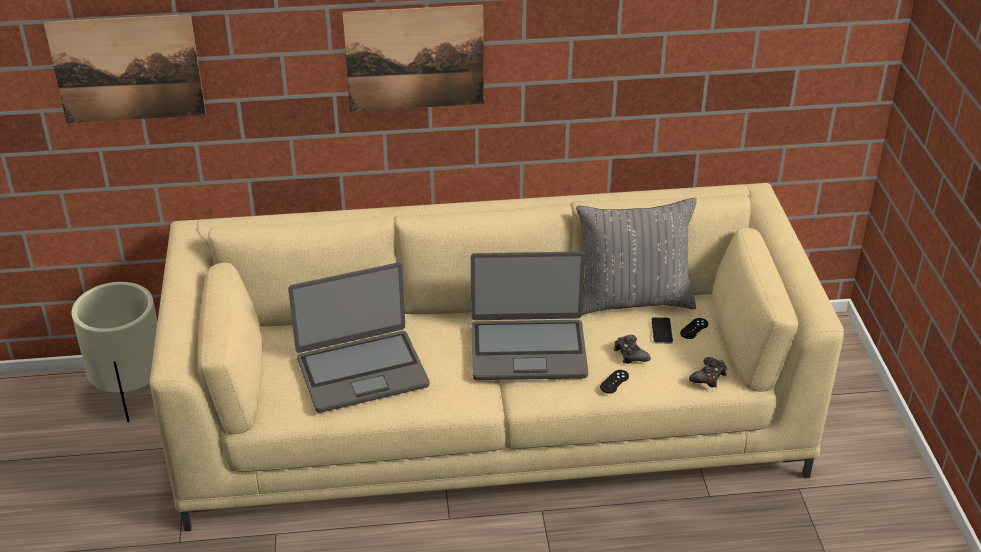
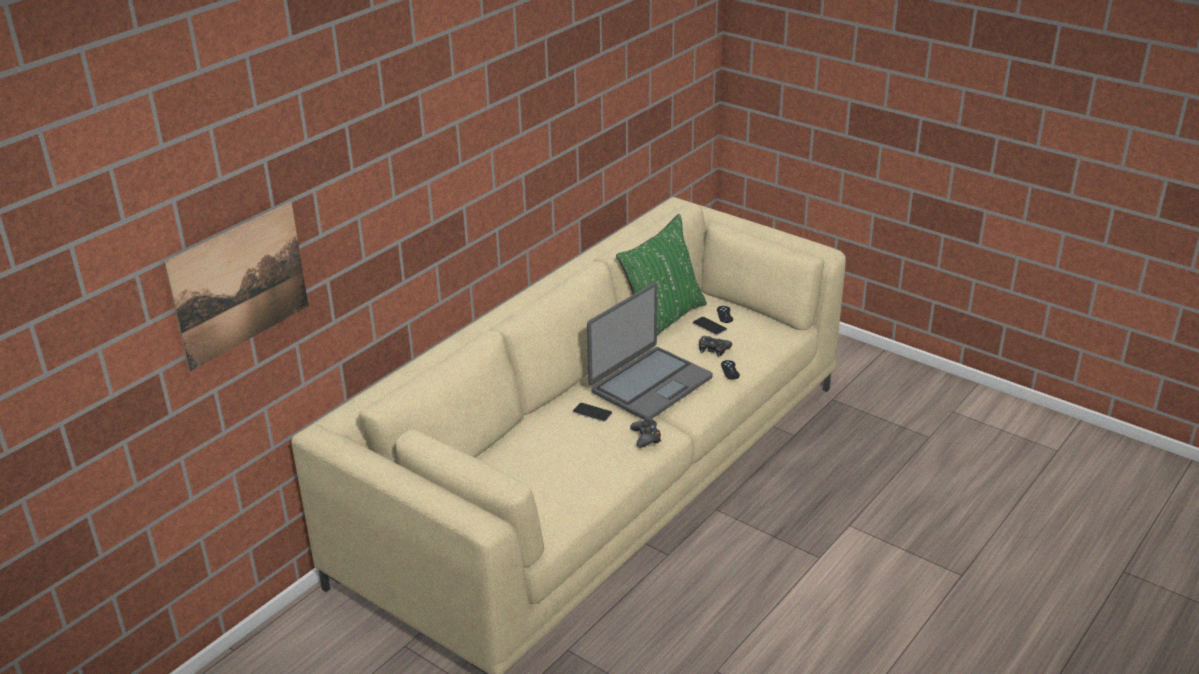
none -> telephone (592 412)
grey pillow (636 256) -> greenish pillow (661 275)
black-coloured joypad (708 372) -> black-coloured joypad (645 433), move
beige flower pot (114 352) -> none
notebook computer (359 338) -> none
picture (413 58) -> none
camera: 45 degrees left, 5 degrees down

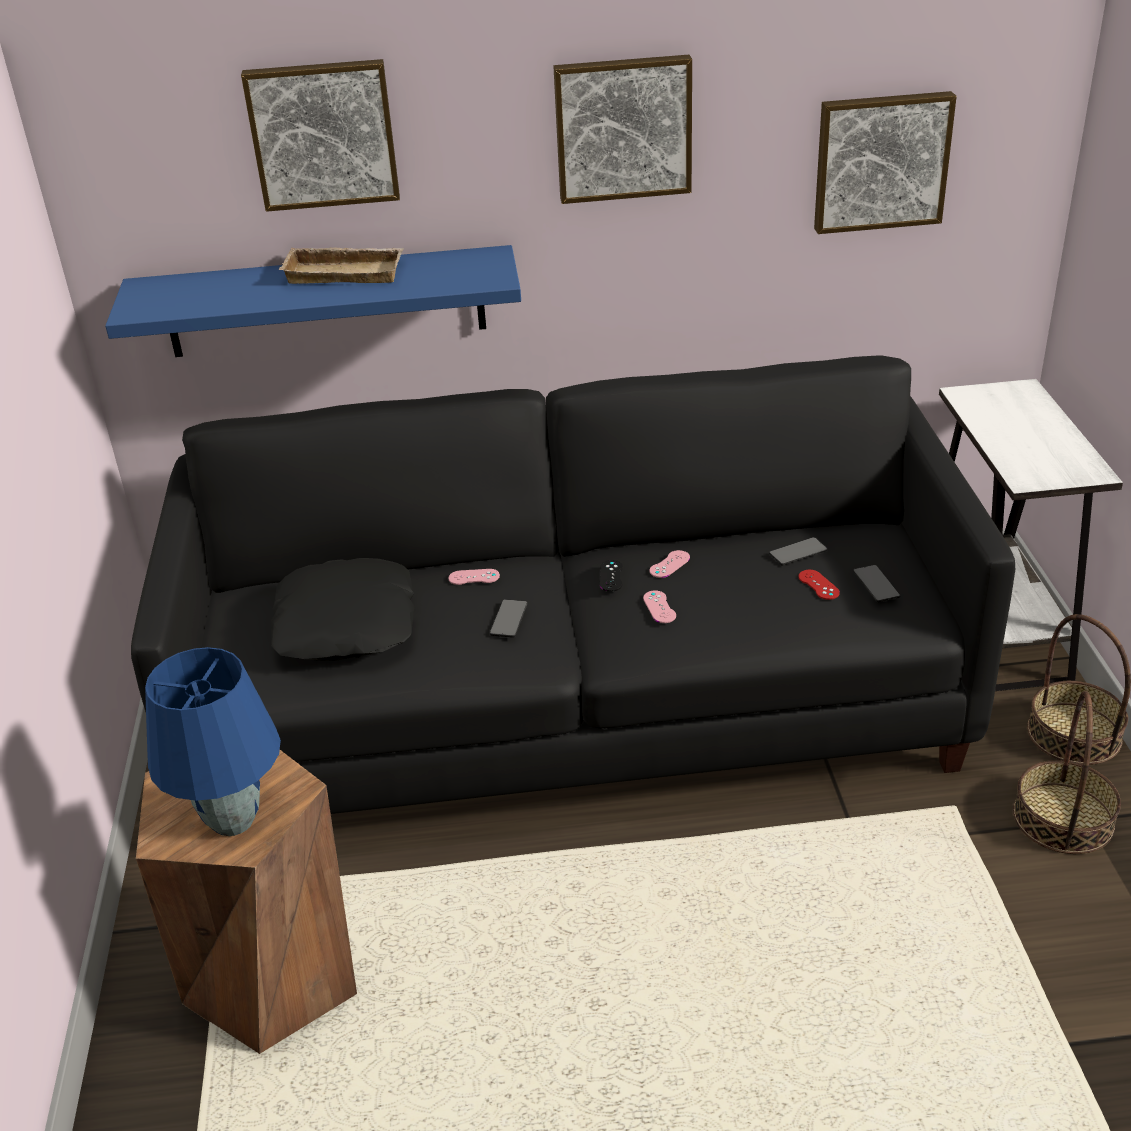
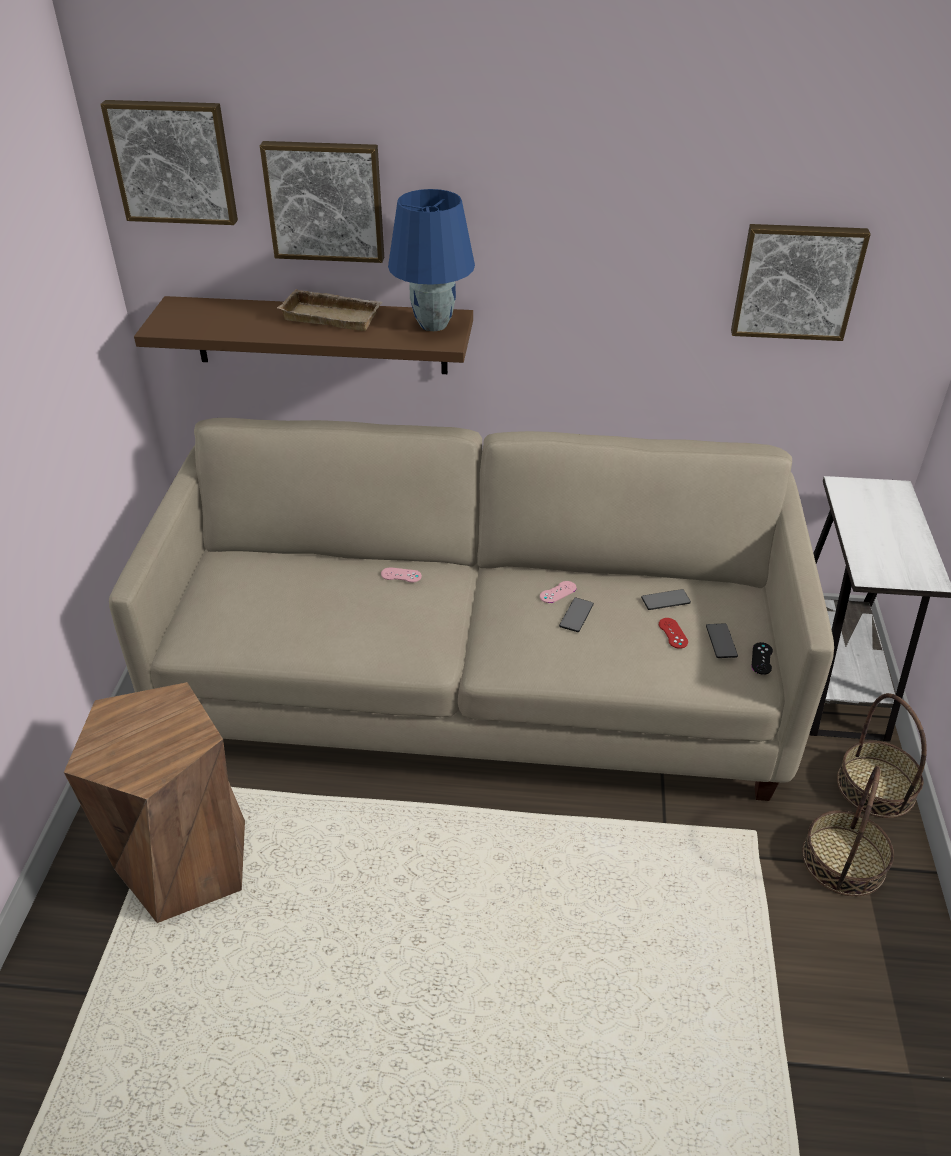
picture (622 129) -> picture (169 162), move
black-coloured settee (573 584) -> beige settee (471 609)
bluish bracket shelf (313 301) -> brownish bracket shelf (303 335)
bluish lamp for a table (213 741) -> bluish lamp for a table (431 260), move
telephone (509 618) -> telephone (576 615), move
black-coloured joypad (611 576) -> black-coloured joypad (762 658), move
black-coloured pillow (343 609) -> none
pinkish joypad (659 607) -> none
camera: 10 degrees right, 5 degrees up

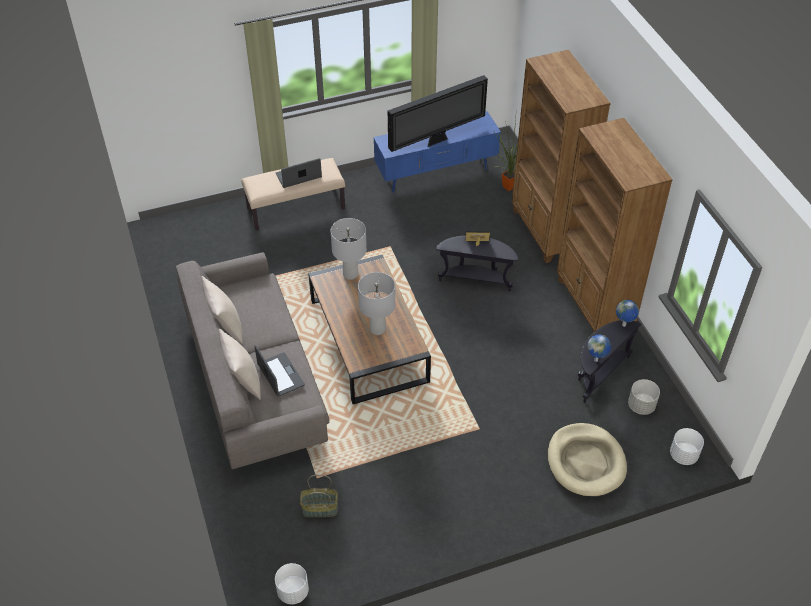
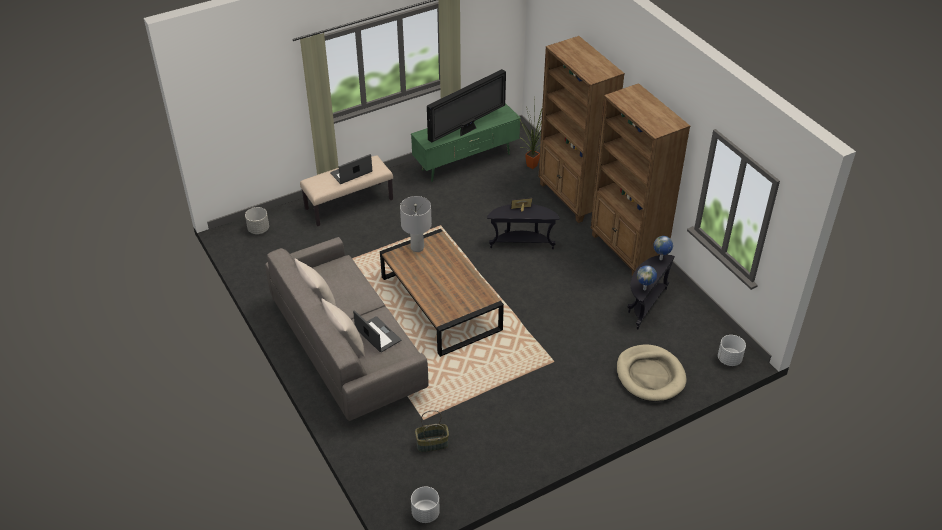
grey flower pot (644 397) -> grey flower pot (257 220), move
bluish media console (437 152) -> greenish media console (466 142)
grey lamp for a table (376 303) -> none
camera: 10 degrees left, 5 degrees down

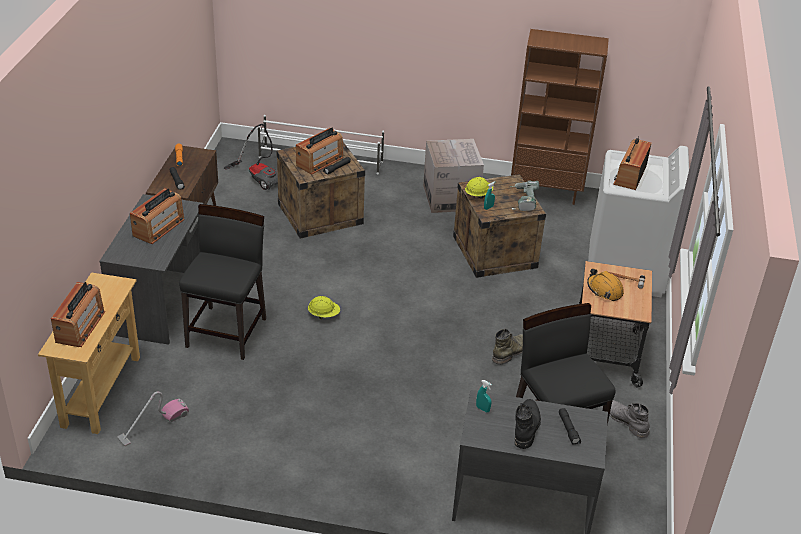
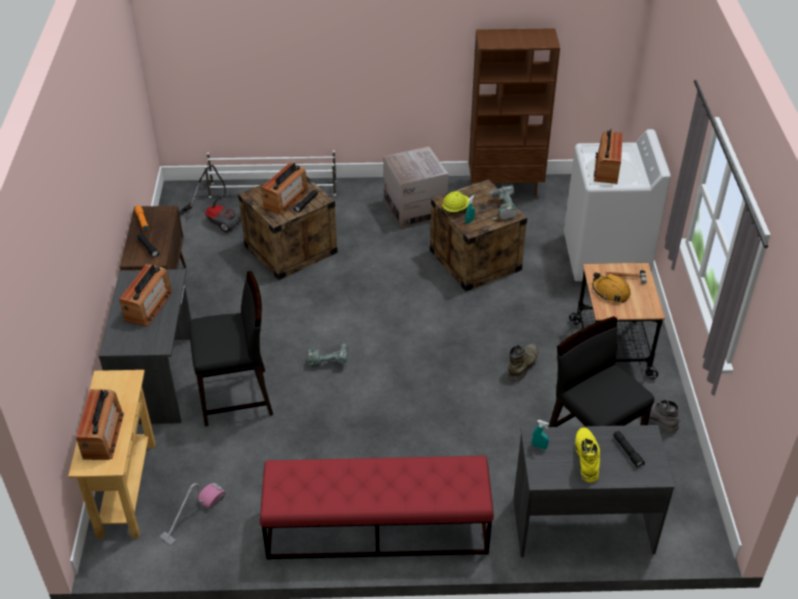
black-coloured chair (222 282) -> black-coloured chair (231 348), 75 degrees clockwise
none -> red-coloured long seat (377 508)
yellow safety helmet (324 307) -> power drill (328 355)
black-coloured boot (528 424) -> yellow boot (587 455)
camera: 10 degrees left, 5 degrees up

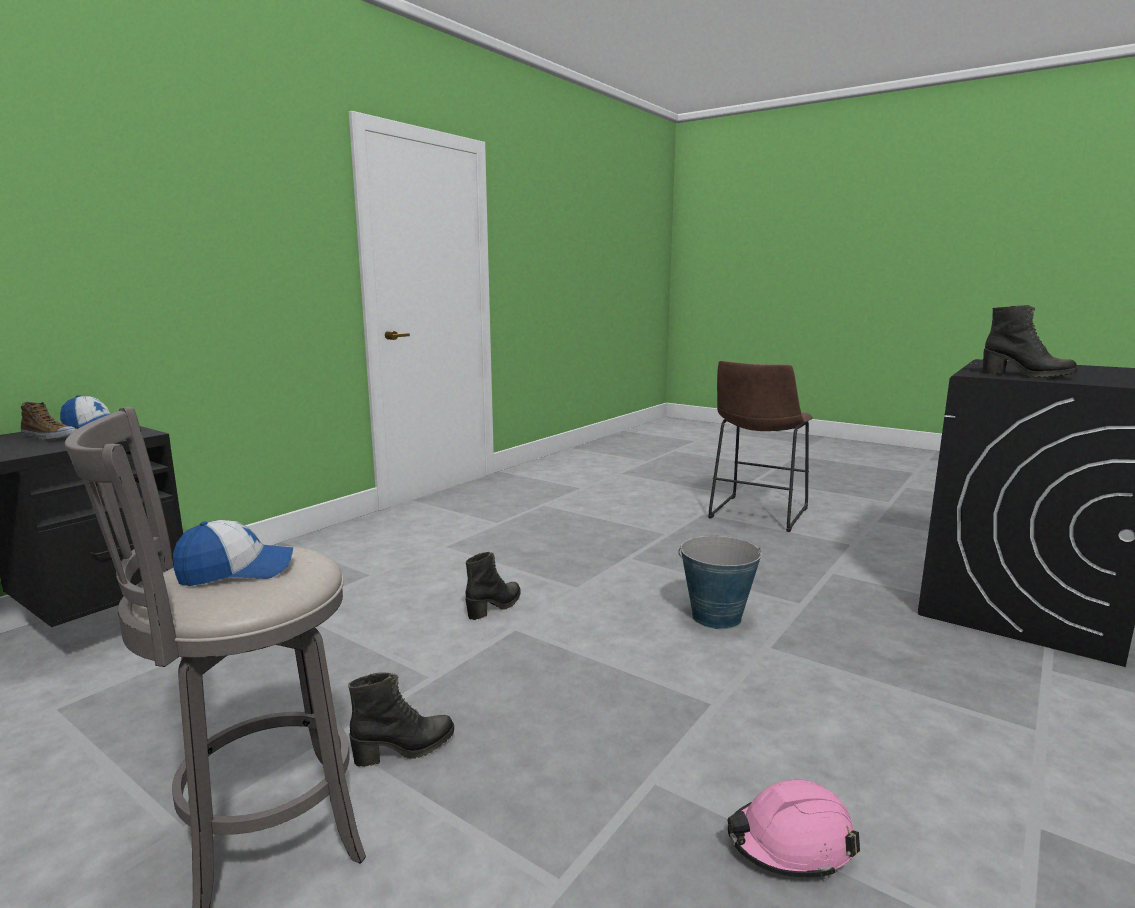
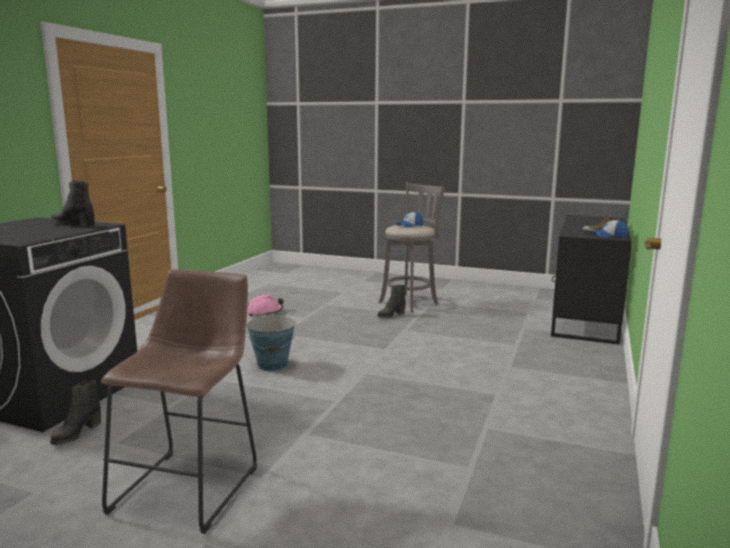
black-coloured boot (493 586) -> black-coloured boot (75 412), move
camera: 165 degrees right, 0 degrees up

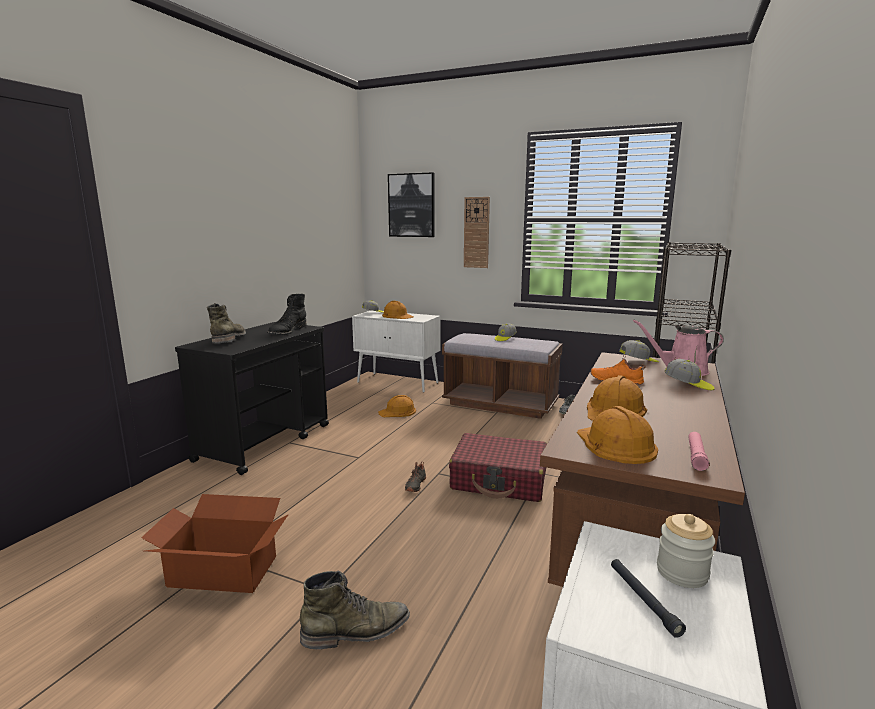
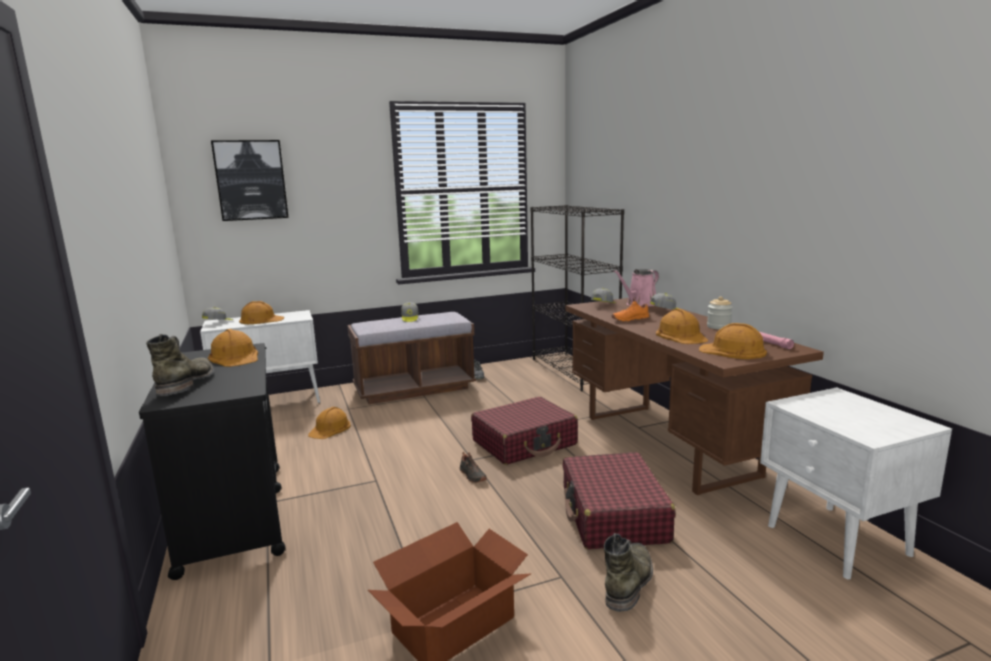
greenish boot (226 323) -> greenish boot (180 365), 45 degrees clockwise
black-coloured boot (287 314) -> orangey safety helmet (233 348)
none -> red-coloured travel case (619 500)
jar (686 551) -> jar (720 313), move
clock on the wall (477 232) -> none
black-coloured torch (648 598) -> none
camera: 45 degrees left, 0 degrees up

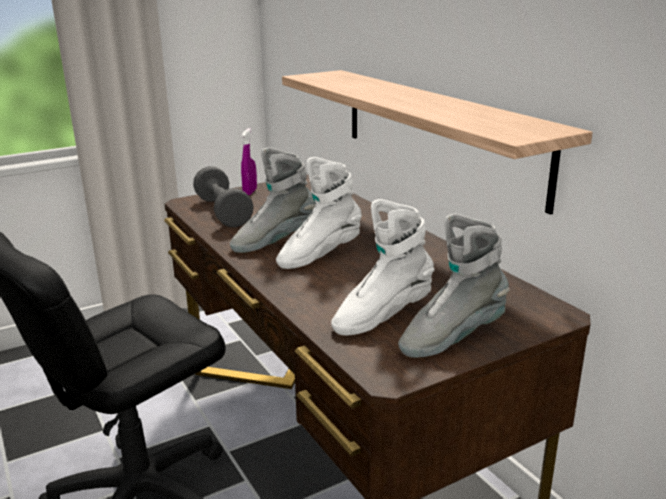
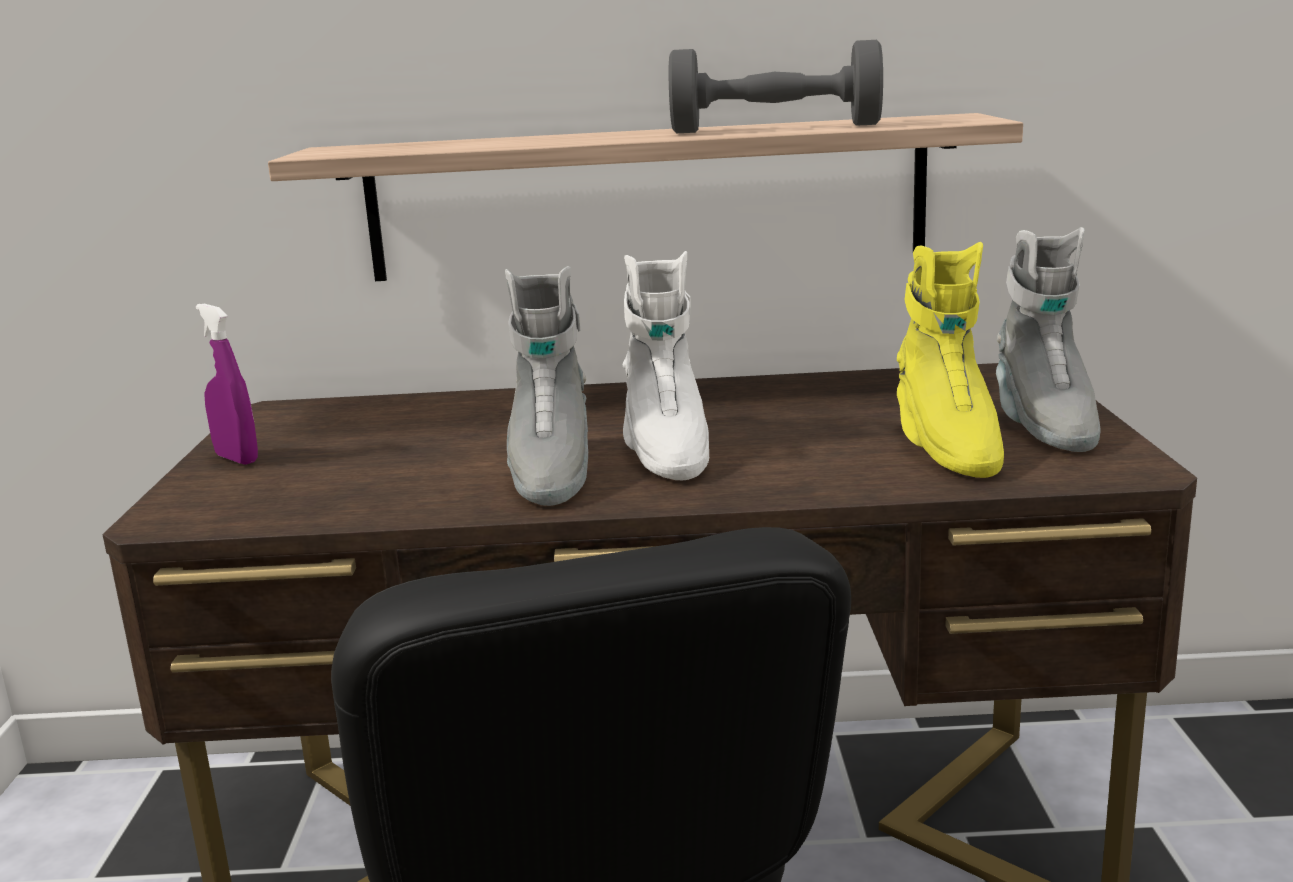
grey hand weight (223 196) -> grey hand weight (776 86), move
white boot (383 267) -> yellow boot (950 360)
camera: 60 degrees left, 5 degrees down

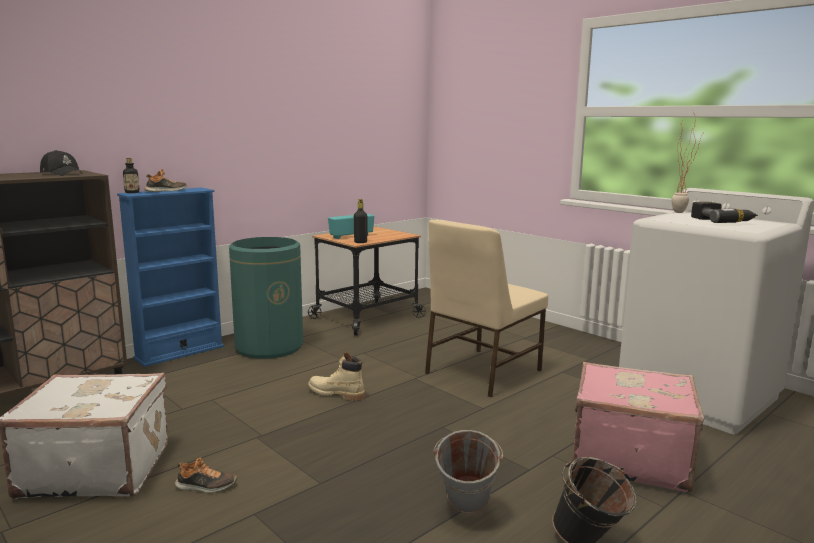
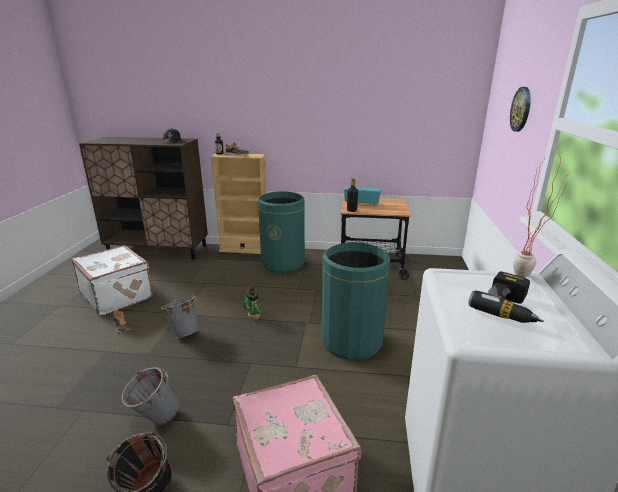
none -> grey pail (179 316)
bluish bookshelf (170 277) -> beige bookshelf (238 203)
beige boot (336 376) -> greenish boot (251 303)
beige chair (486 308) -> greenish rubbish bin (356 301)
none -> clock on the wall (520 109)
camera: 50 degrees right, 10 degrees up

